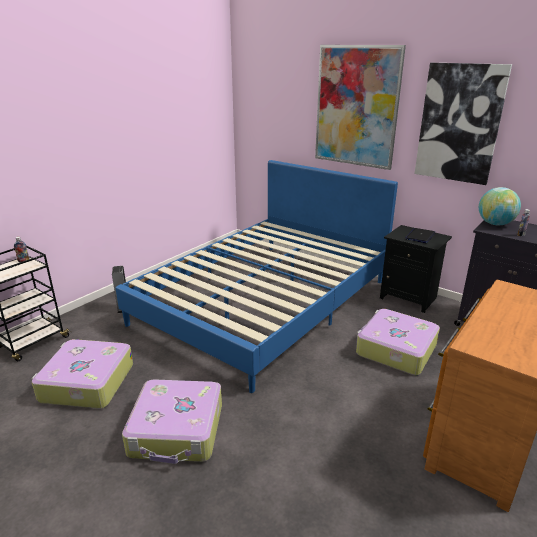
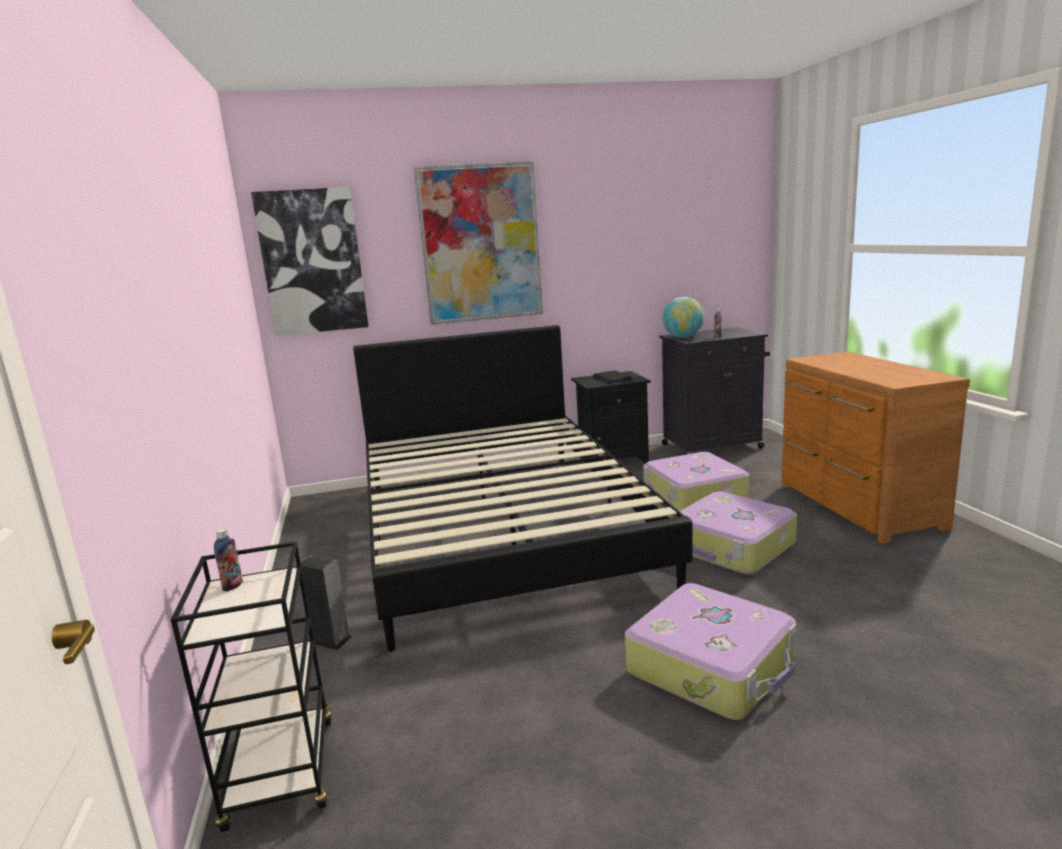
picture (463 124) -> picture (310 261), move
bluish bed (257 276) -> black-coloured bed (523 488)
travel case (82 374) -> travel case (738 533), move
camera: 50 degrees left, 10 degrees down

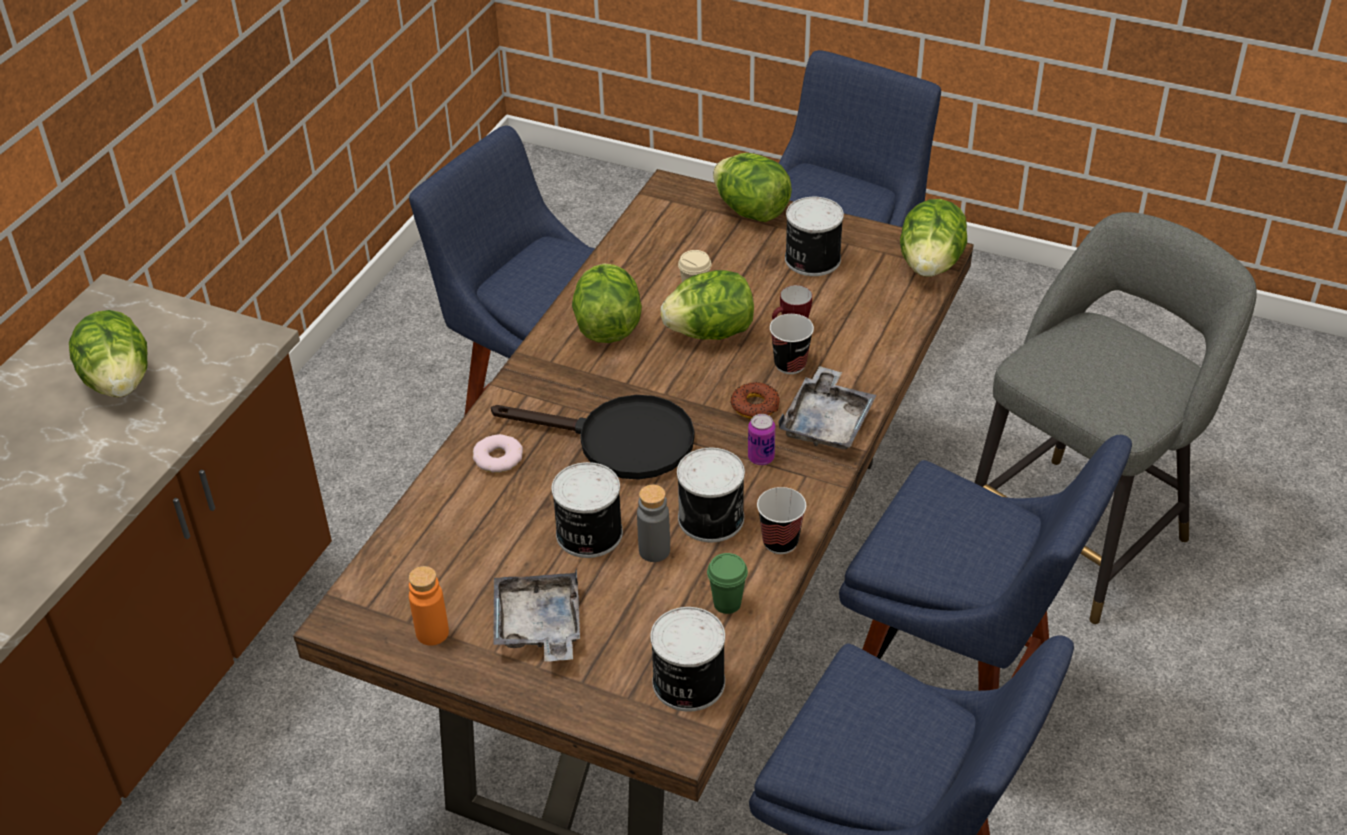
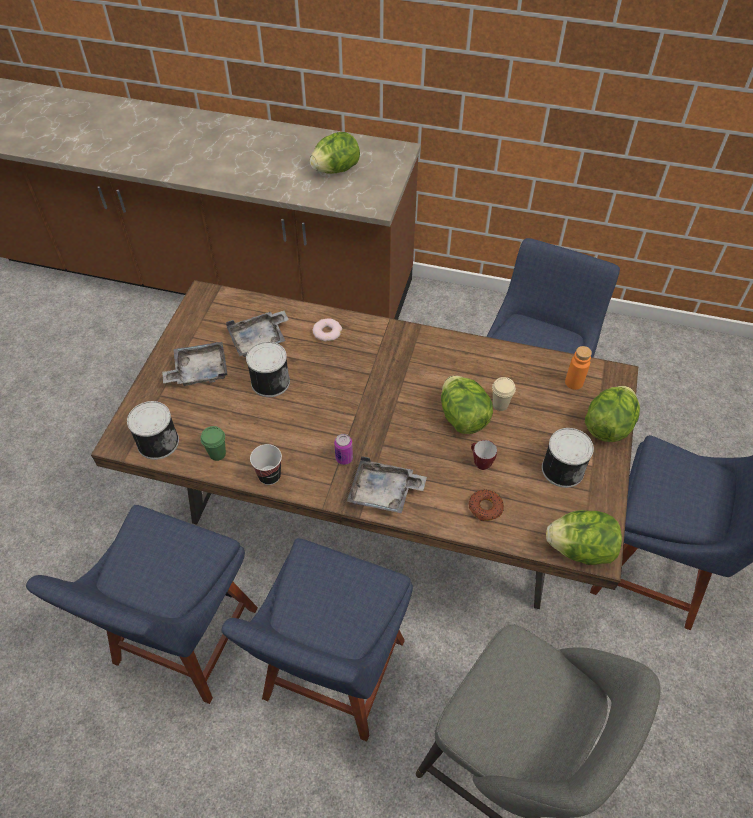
none -> grey tray (257 334)
doughnut (755 400) -> doughnut (486 505), move
orangey bottle (429 606) -> orangey bottle (578 368), move
black-coloured skillet (592 437) -> none
head of lettuce (607 303) -> none
grey bottle (653 523) -> none
metal can (711 495) -> none
cup (792 344) -> none
camera: 80 degrees right, 10 degrees up

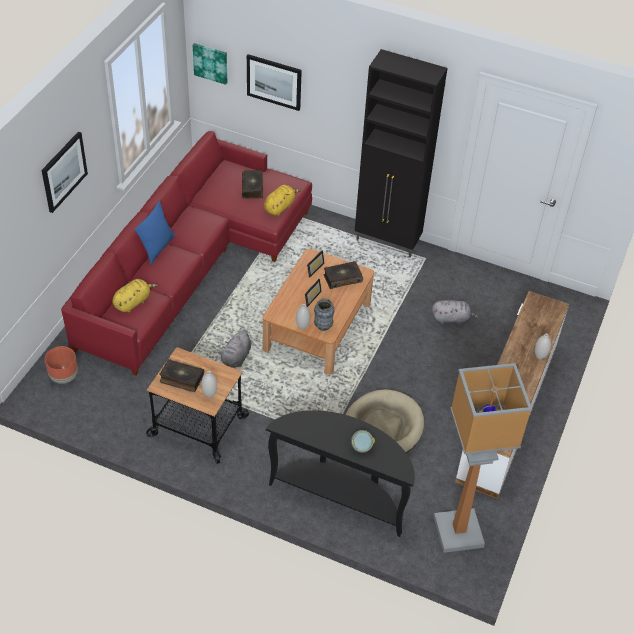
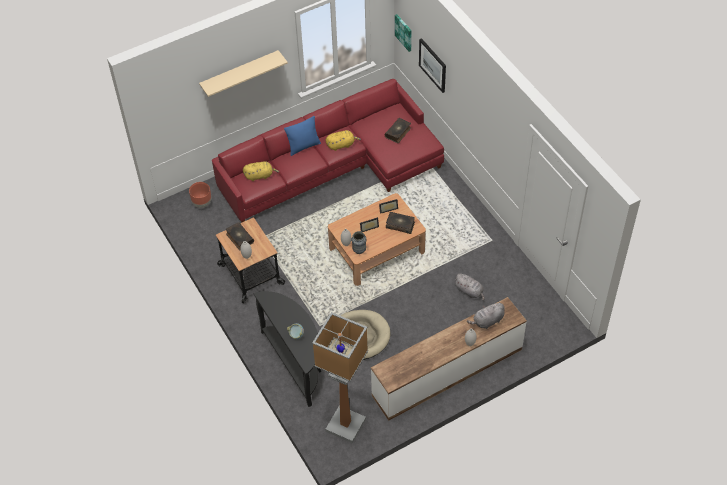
picture (65 172) -> beige bracket shelf (243 73)
yellow cuddly toy (282 200) -> yellow cuddly toy (343 140), move
grey cuddly toy (236 349) -> grey cuddly toy (486 315), move
black-coloured storage cabinet (401 153) -> none
camera: 40 degrees right, 5 degrees up

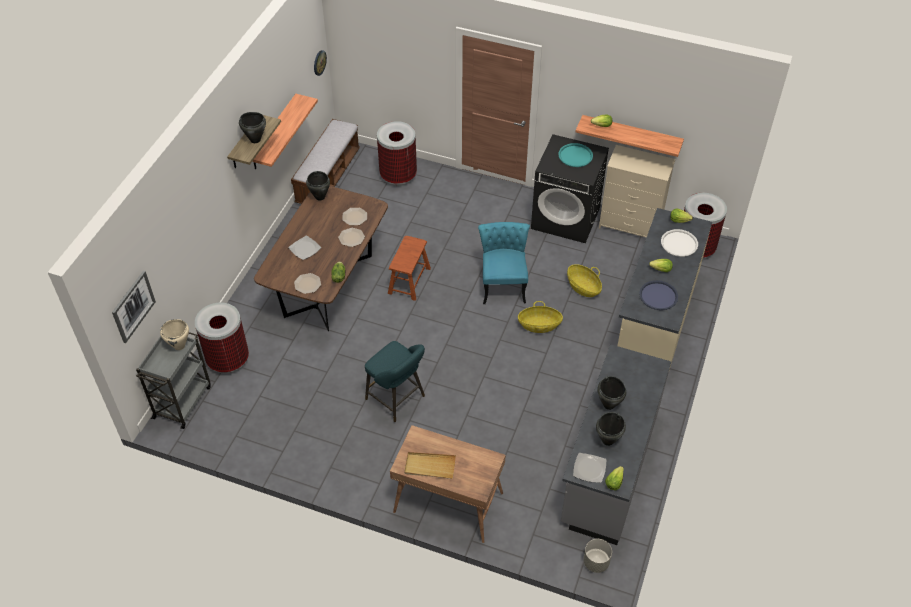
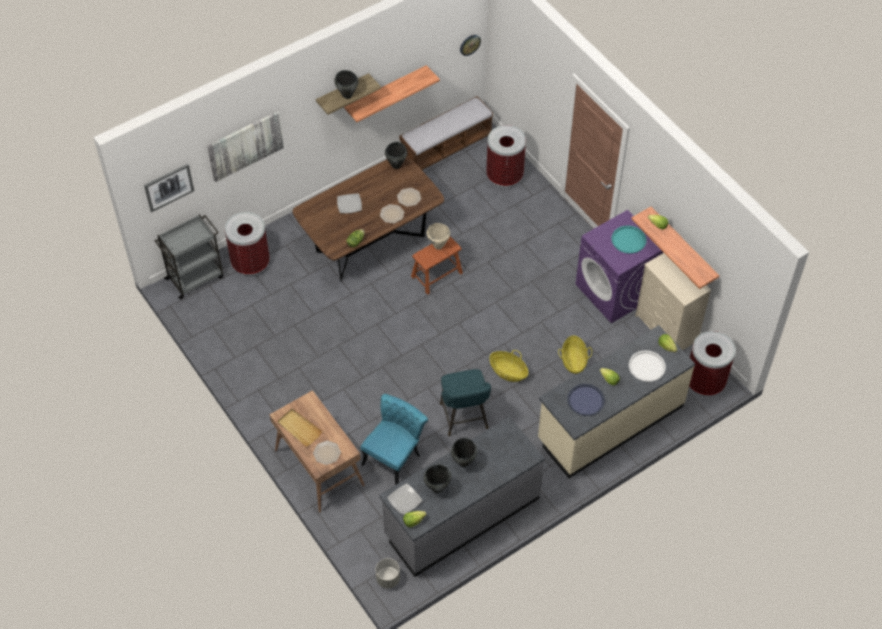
none -> picture (245 146)
flat dish (307 283) -> flat dish (327 452), move
turquoise-coloured chair (504 263) -> turquoise-coloured chair (394 439), move
beige saucepot (174 334) -> beige saucepot (438 236), move
turquoise-coloured sitting stool (395 381) -> turquoise-coloured sitting stool (465 402), move
black-coloured washing machine (570 188) -> purple washing machine (619 266)
camera: 35 degrees right, 5 degrees up

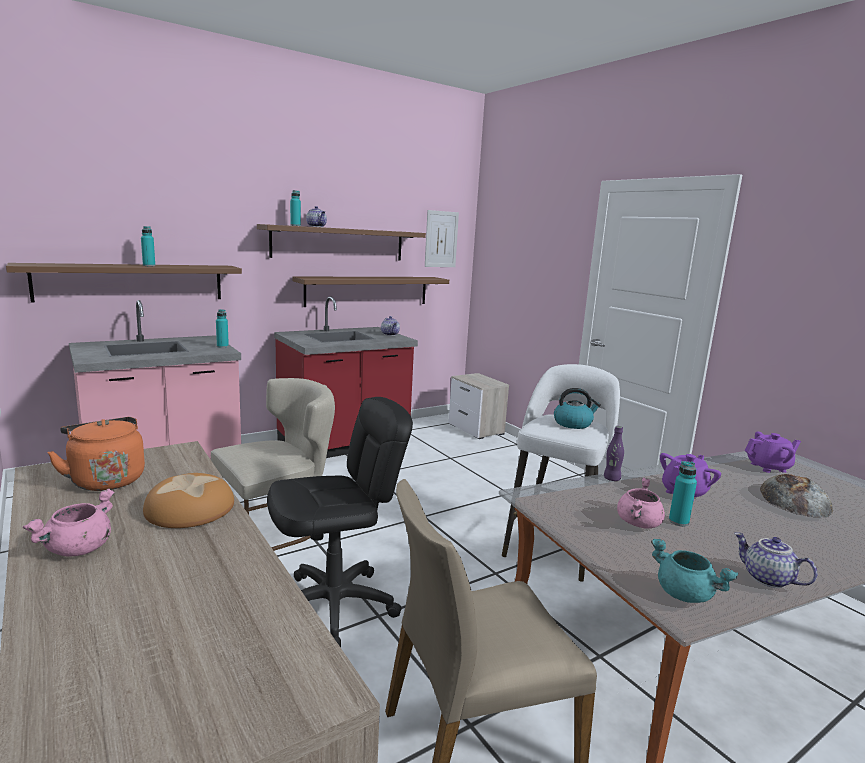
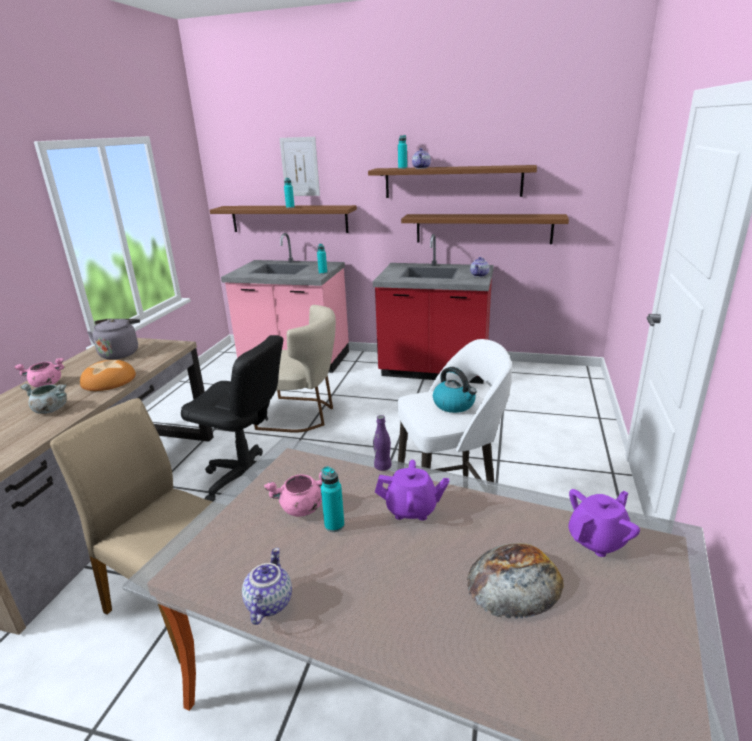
none -> grey saucepot (43 399)
orangey kettle (96 454) -> grey kettle (113 339)
picture (442 238) -> picture (299 166), move
purple teapot (773 452) -> purple teapot (604 523), 75 degrees counterclockwise
night table (479 406) -> none
turquoise-coloured saucepot (694 571) -> none
camera: 50 degrees right, 10 degrees up

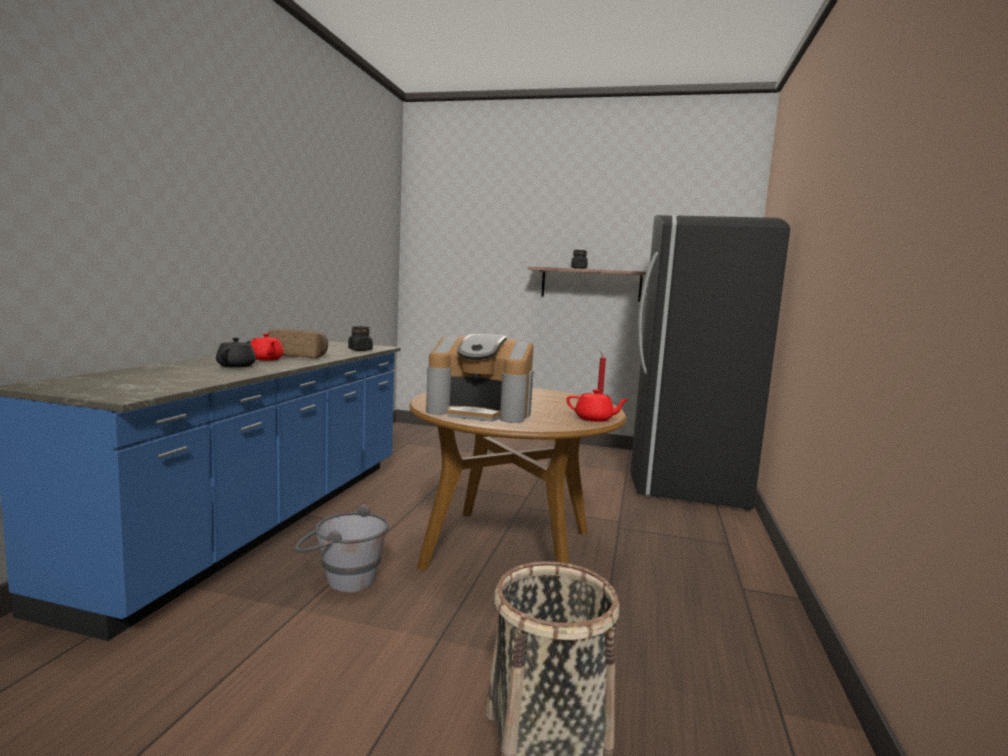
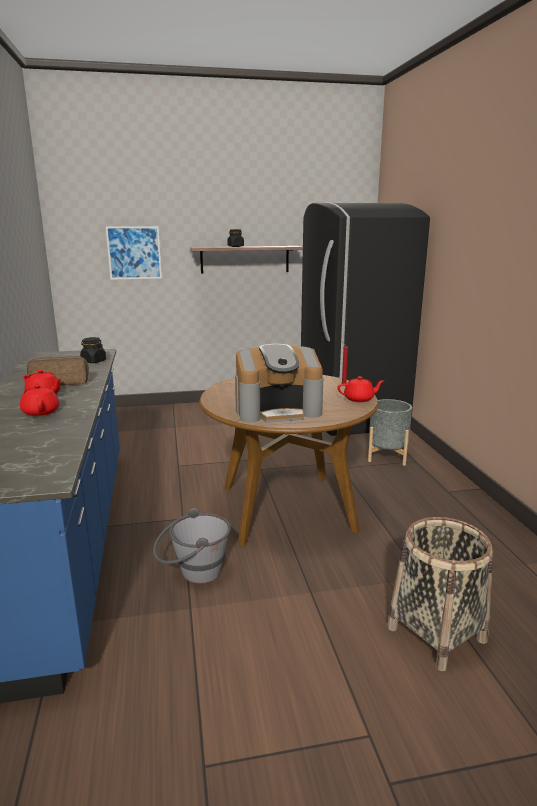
black-coloured teapot (236 353) -> red-coloured teapot (39 399)
none -> picture (134 253)
none -> grey flower pot (390 432)
camera: 25 degrees left, 10 degrees up

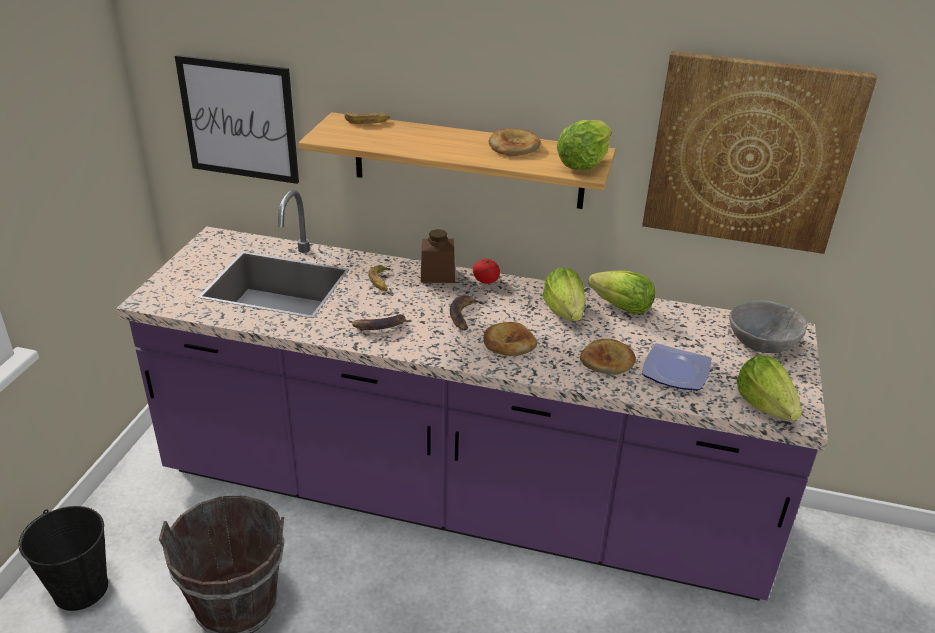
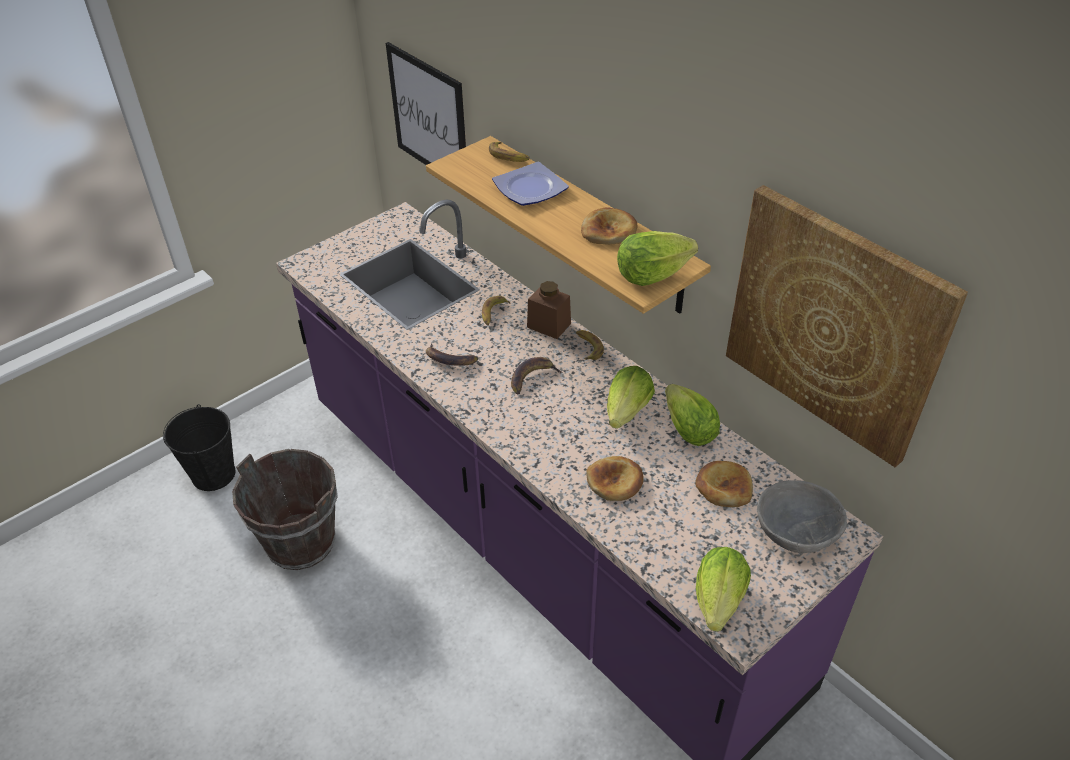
flat dish (676 367) -> flat dish (530 184), move
fresh tomato (486 271) -> banana fruit (590 345)
bread (510 339) -> bread (724 484), move
camera: 35 degrees right, 10 degrees up

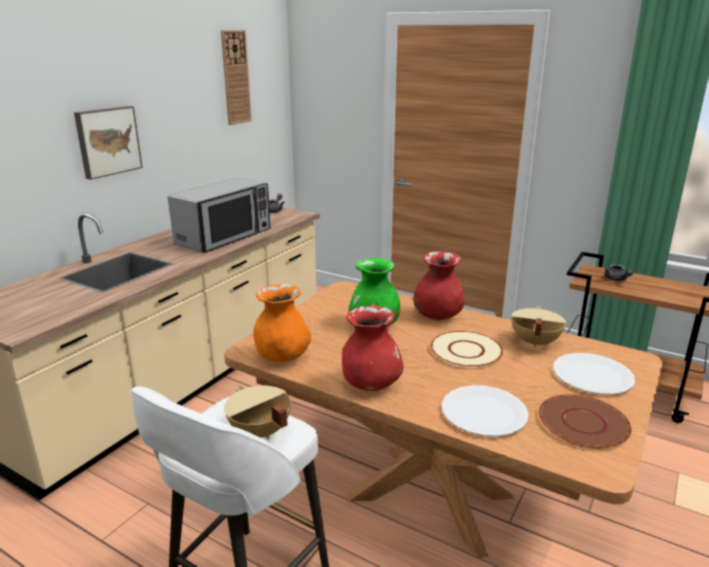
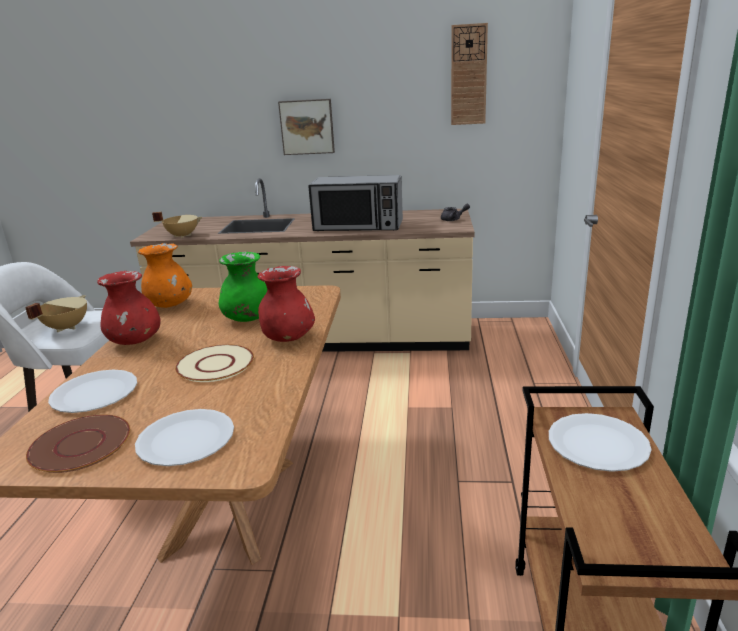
beige saucepot (538 327) -> beige saucepot (177 225), move
grey teapot (618 272) -> white flat dish (600 442)
camera: 65 degrees right, 0 degrees up

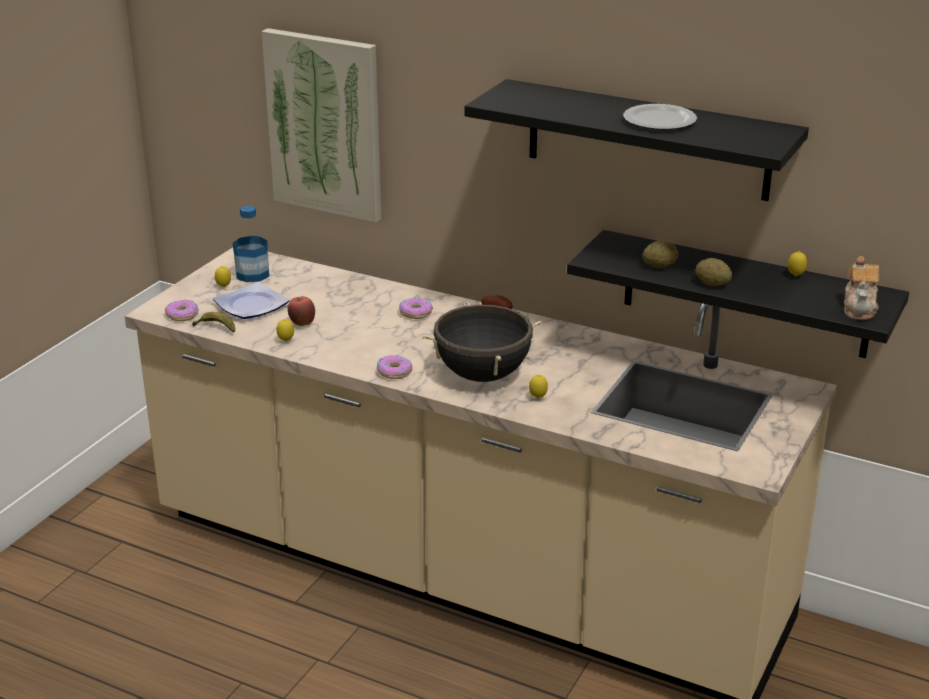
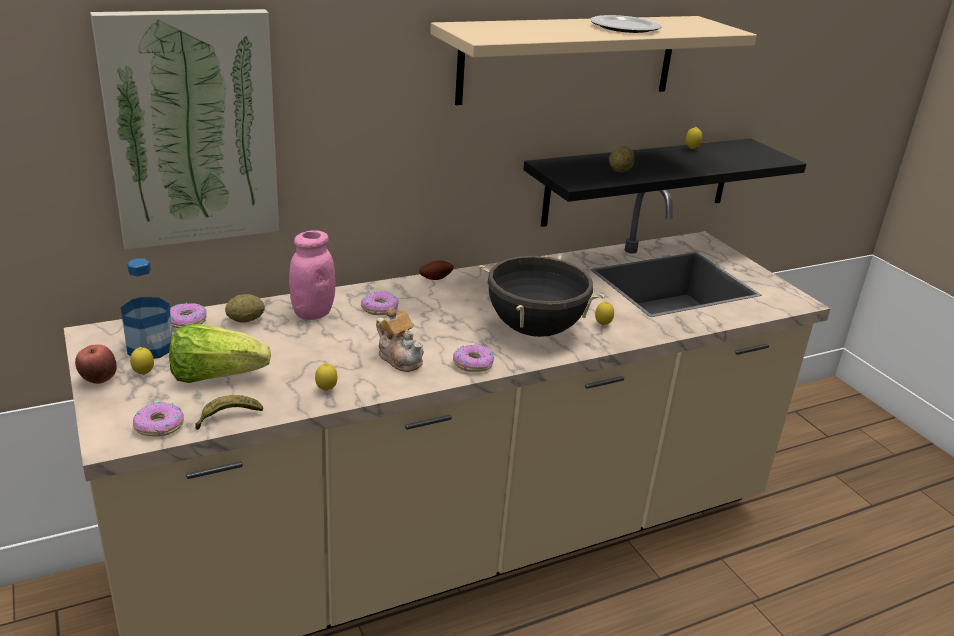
whole apple (301 311) -> whole apple (96 364), move
flat dish (251 300) -> head of lettuce (220 353)
none -> doughnut (188 315)
whole potato (714 272) -> whole potato (245 308), move
none -> pinkish jar (312 275)
teapot (861 288) -> teapot (400 339), move
black-coloured bracket shelf (636 140) -> beige bracket shelf (593 60)
camera: 55 degrees left, 0 degrees up

